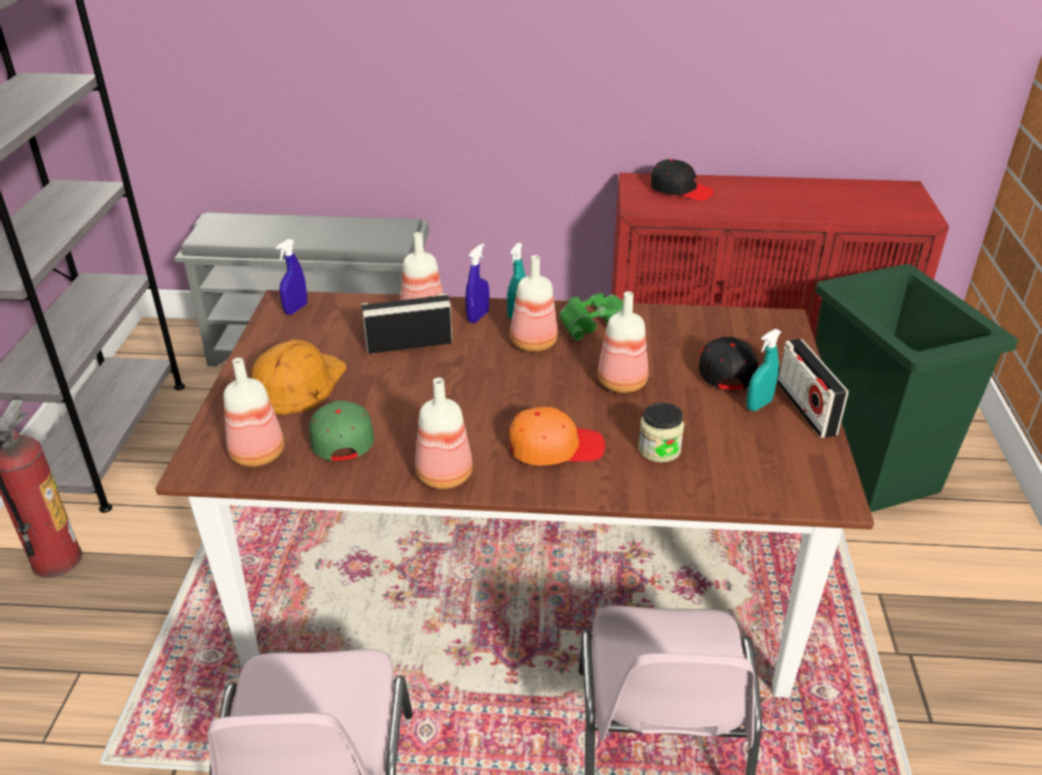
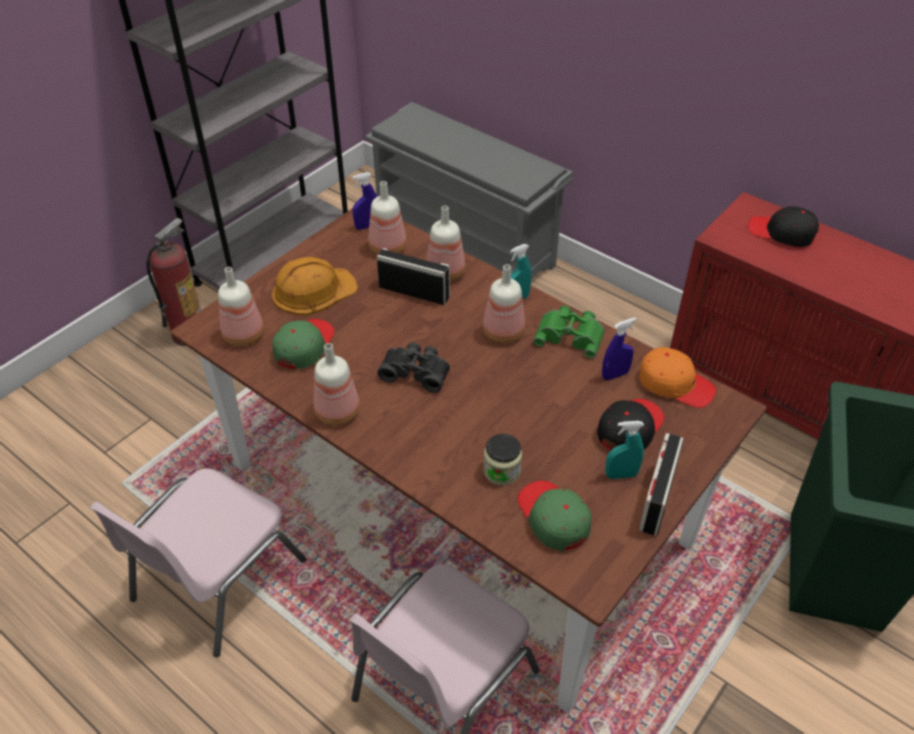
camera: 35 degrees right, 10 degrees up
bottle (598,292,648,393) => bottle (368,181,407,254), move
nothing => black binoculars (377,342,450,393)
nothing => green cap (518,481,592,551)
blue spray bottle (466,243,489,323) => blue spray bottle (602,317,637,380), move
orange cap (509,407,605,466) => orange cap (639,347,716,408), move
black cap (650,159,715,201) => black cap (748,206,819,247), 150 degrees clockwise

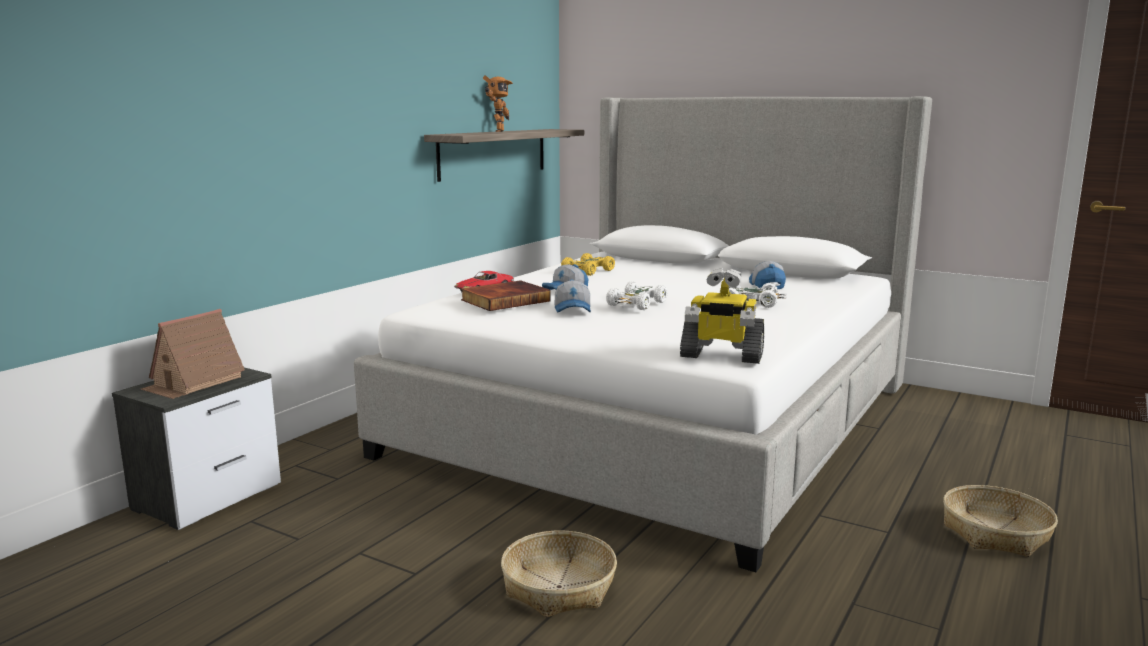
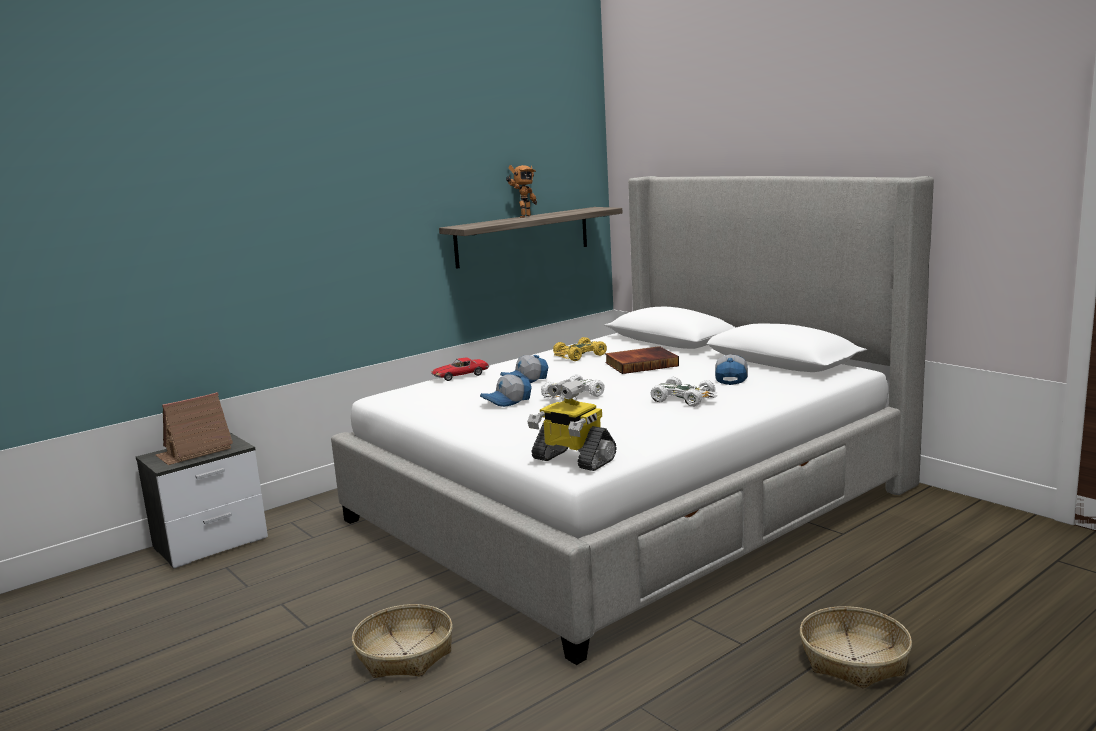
camera: 20 degrees right, 0 degrees up
cap (555,280,591,313) => cap (480,374,532,407), 45 degrees clockwise
book (461,280,551,311) => book (605,346,679,374), move

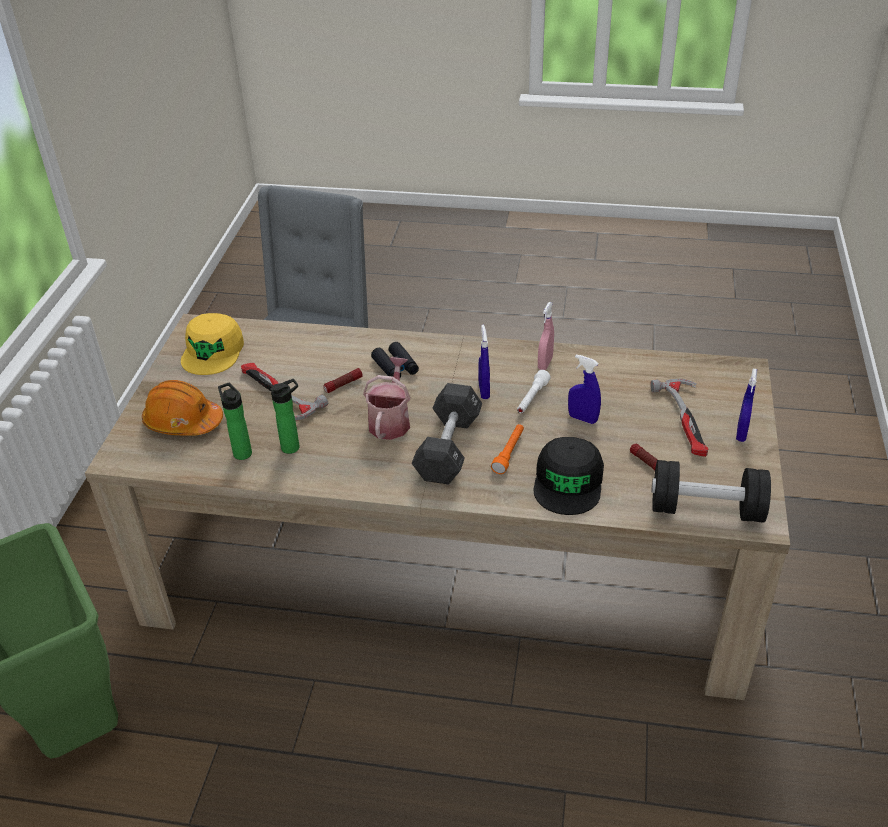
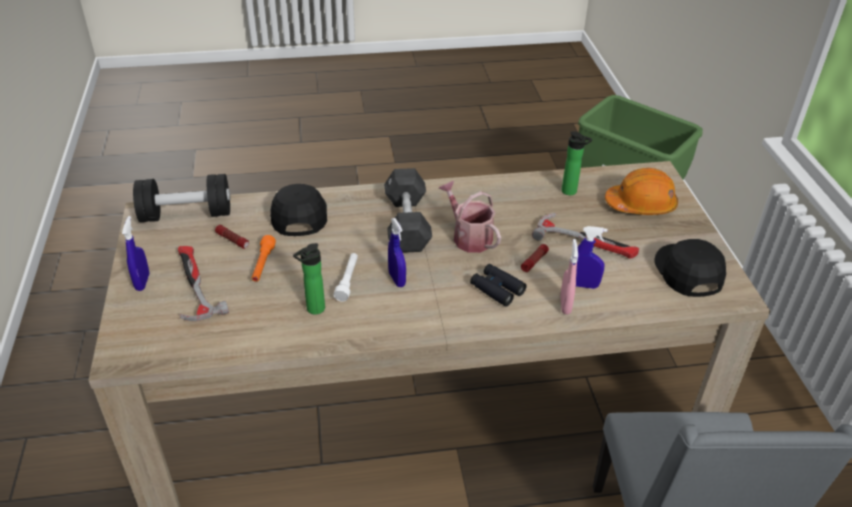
camera: 160 degrees right, 0 degrees up
orange flashlight (491,424,524,474) => orange flashlight (252,235,276,282), move
bottle (270,379,300,454) => bottle (293,243,325,315), move
watering can (363,357,411,440) => watering can (439,181,501,253), 150 degrees clockwise
pink spray bottle (538,302,554,370) => pink spray bottle (560,239,578,314), move
blue spray bottle (568,354,601,424) => blue spray bottle (576,226,608,289), move
yellow cap (181,313,244,375) => black cap (654,239,726,297)

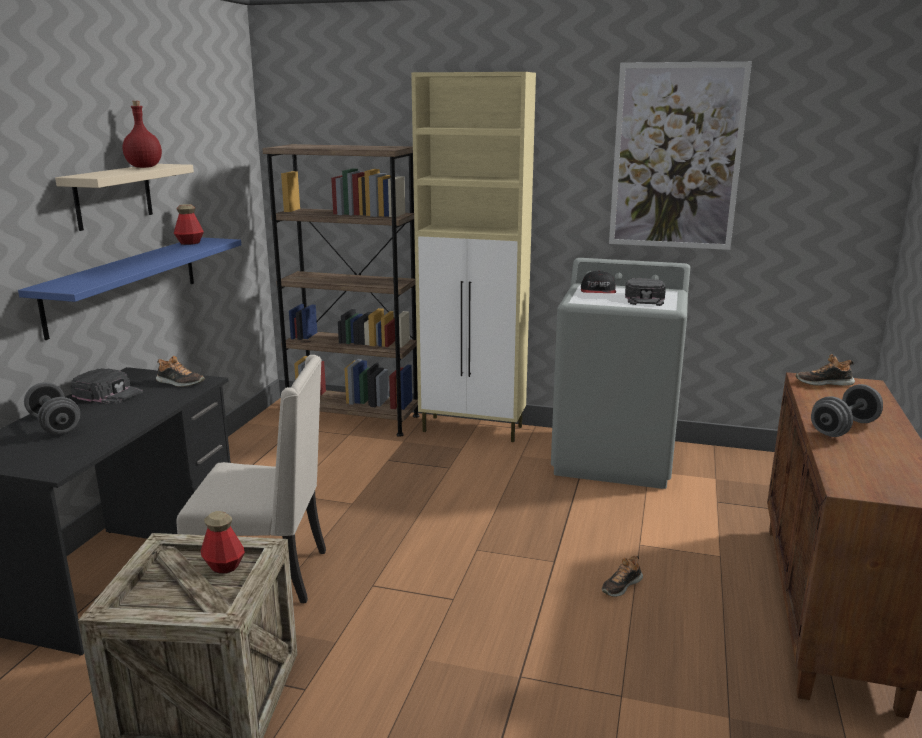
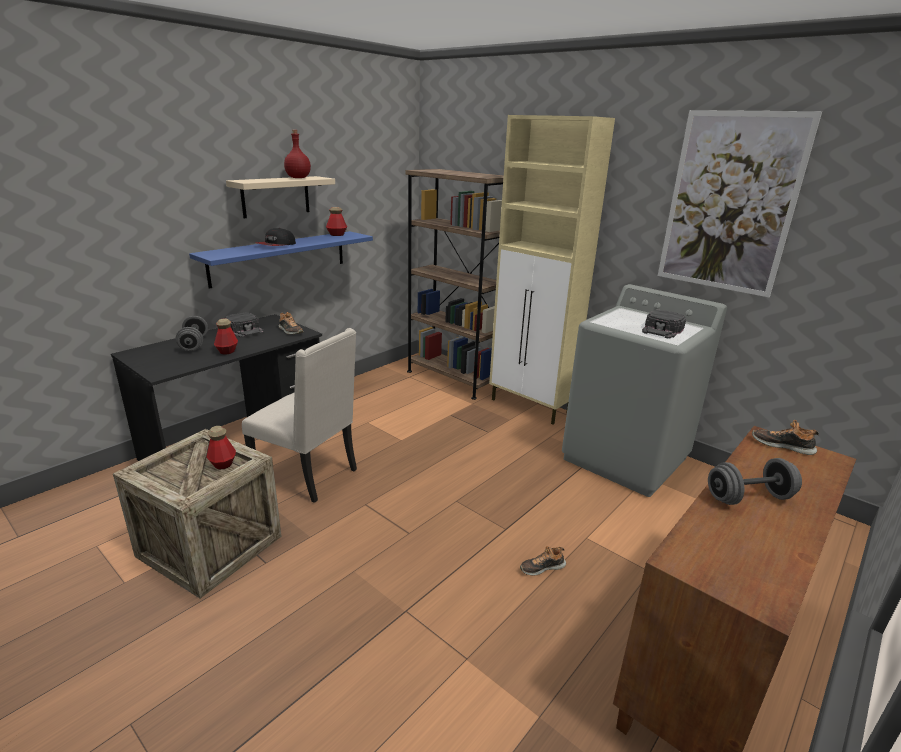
camera: 25 degrees right, 5 degrees up
nothing => bottle (214,318,238,355)
cap (581,271,616,293) => cap (255,228,296,246), move

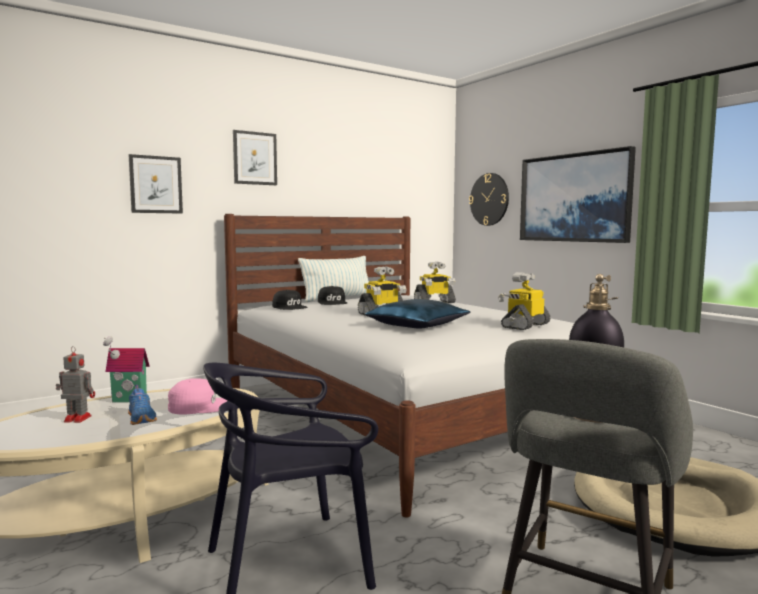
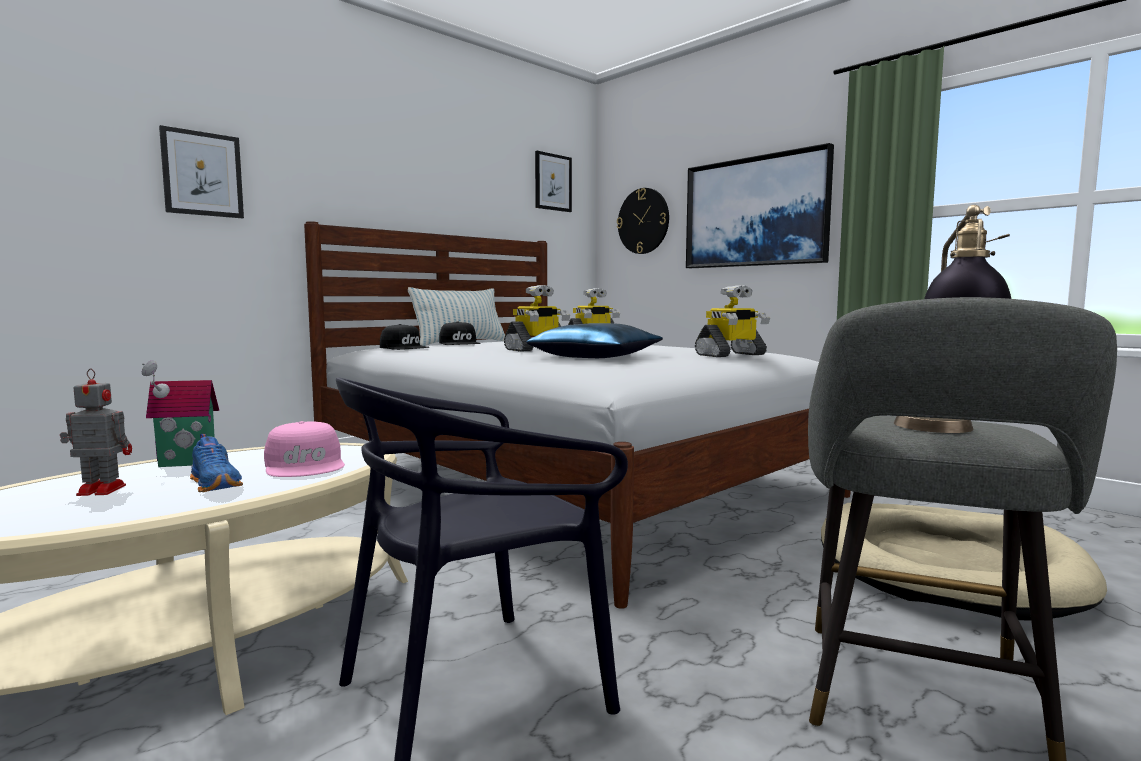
camera: 10 degrees left, 0 degrees up
pink cap (168,378,227,414) => pink cap (264,421,345,477), 90 degrees clockwise
picture (233,130,277,185) => picture (535,151,572,212), move
toy robot (498,272,551,330) => toy robot (695,285,770,357), 150 degrees counterclockwise

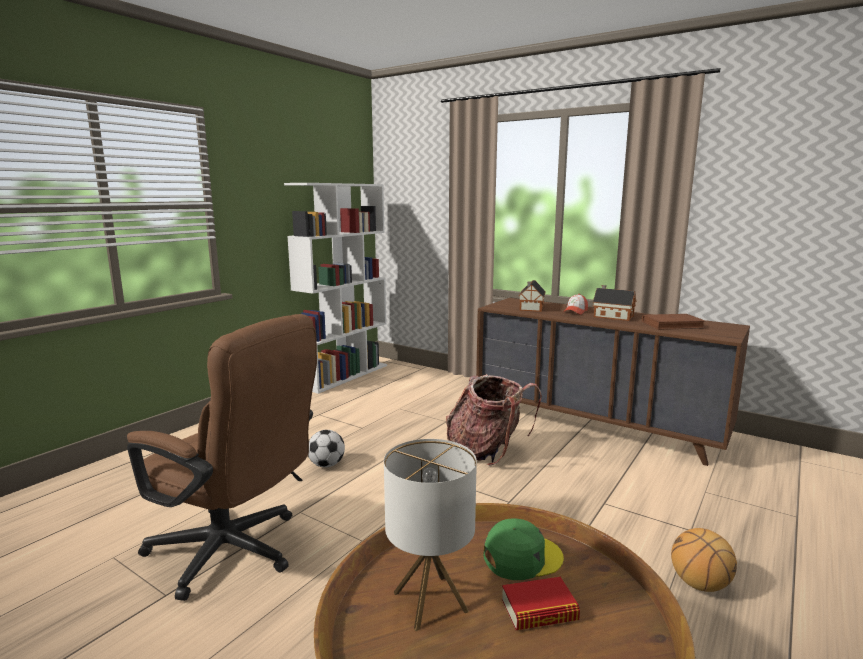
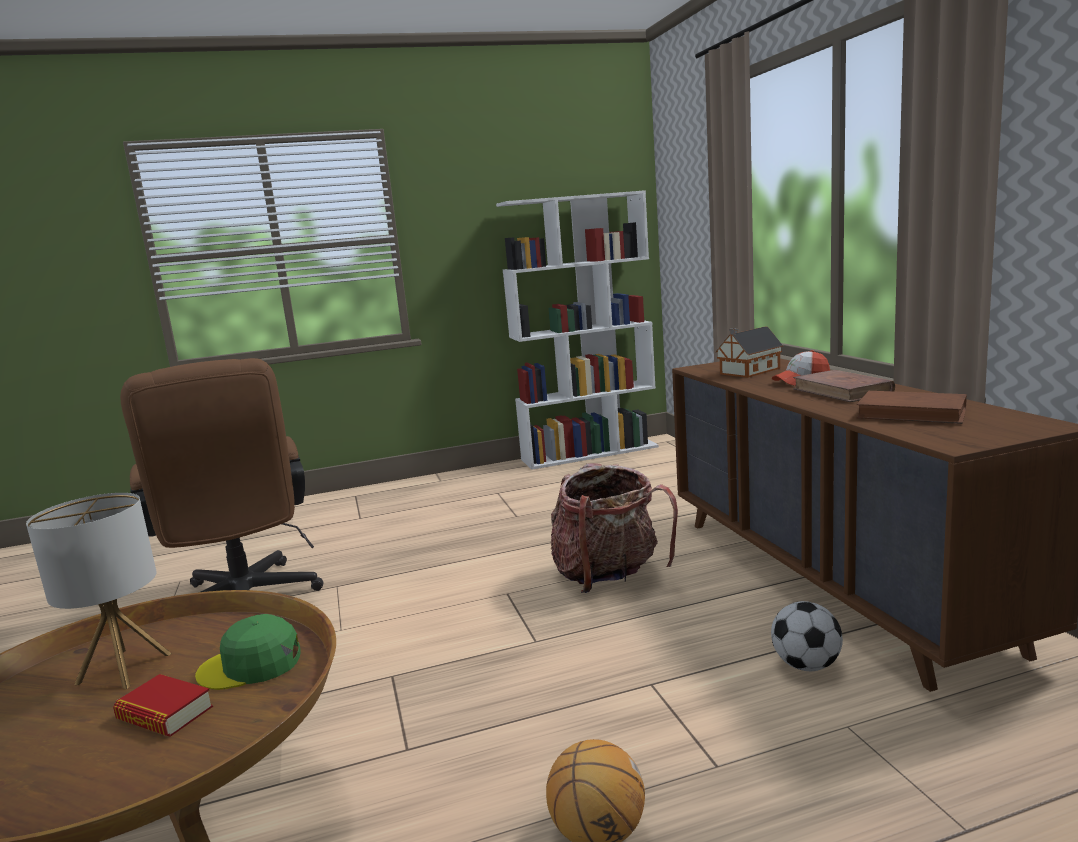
camera: 40 degrees right, 0 degrees up
green cap (483,519,564,580) => green cap (195,614,300,690), 150 degrees clockwise
football (308,430,345,467) => football (771,601,843,671), move
toy house (593,285,636,321) => brown book (793,370,895,402)

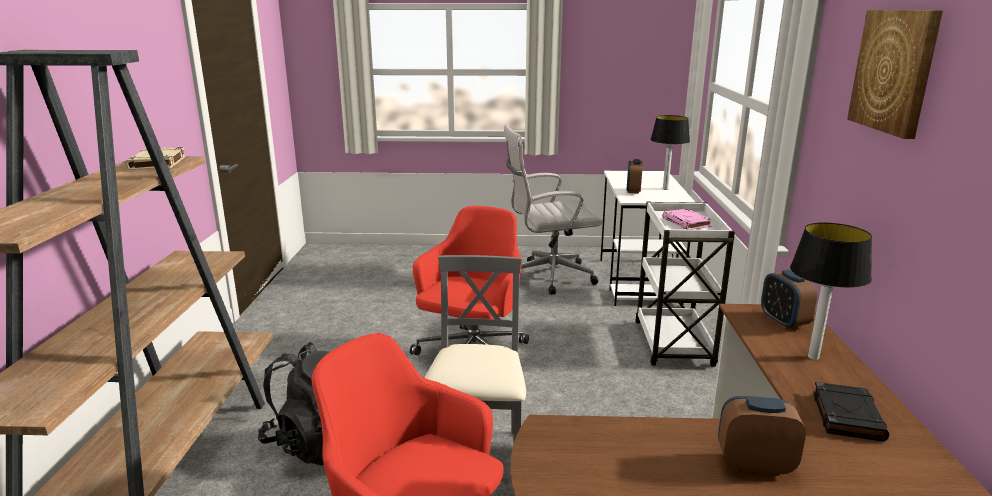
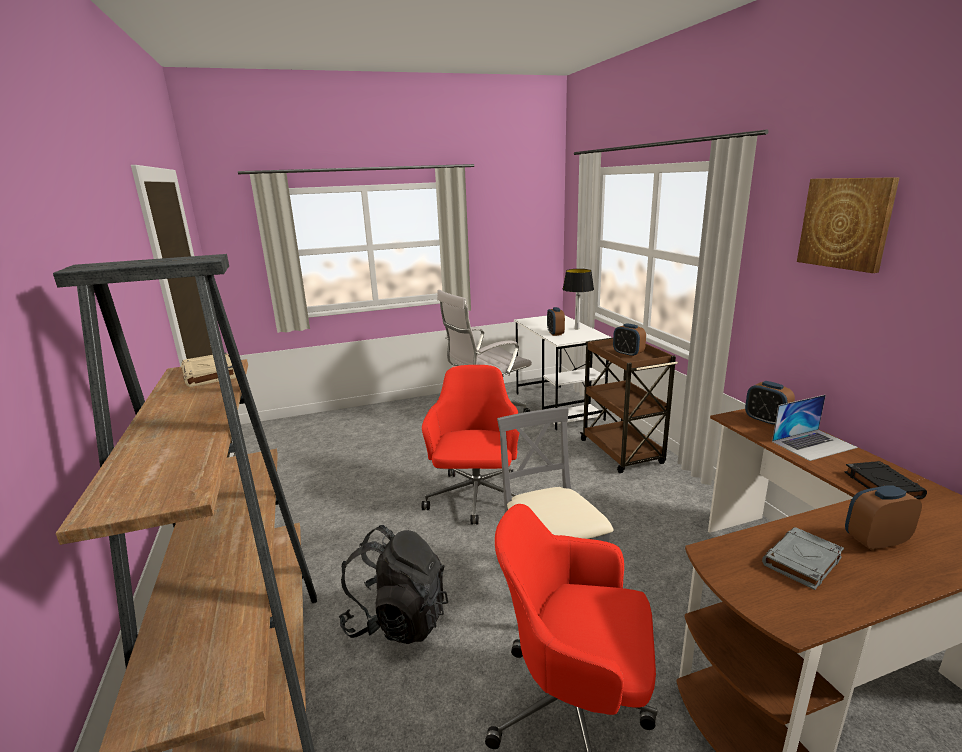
camera: 20 degrees left, 0 degrees up
white cart (635,202,735,367) => brown cart (580,338,678,473)
pink book (662,209,712,230) => alarm clock (613,323,646,357)
nothing => grey book (762,527,844,590)
table lamp (790,222,872,360) => laptop (772,395,858,461)

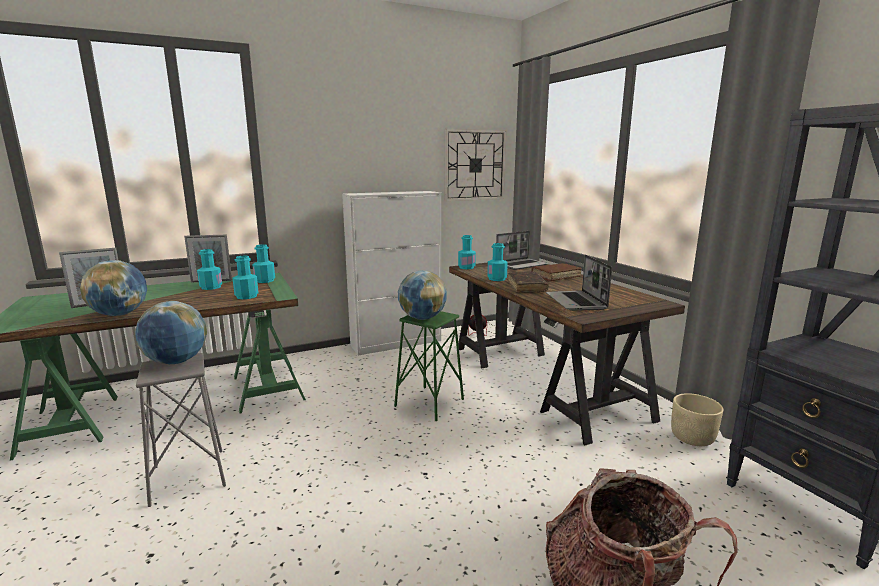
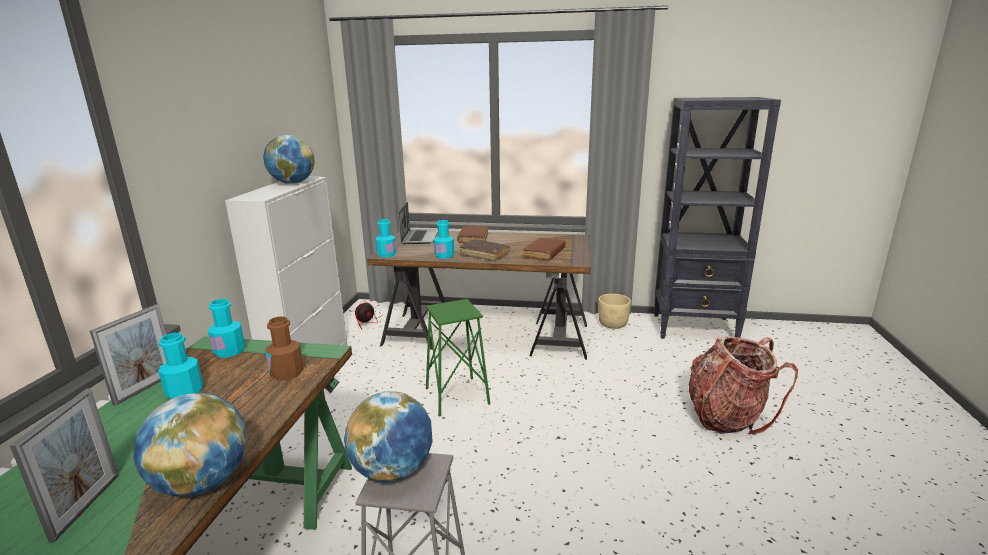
camera: 55 degrees left, 5 degrees up
globe (398,270,447,320) => globe (263,135,315,184), move
turquoise bottle (232,256,259,299) => brown bottle (265,316,303,380)
laptop (546,255,612,311) => brown book (523,238,566,260)
wall clock (445,129,506,201) => nothing

